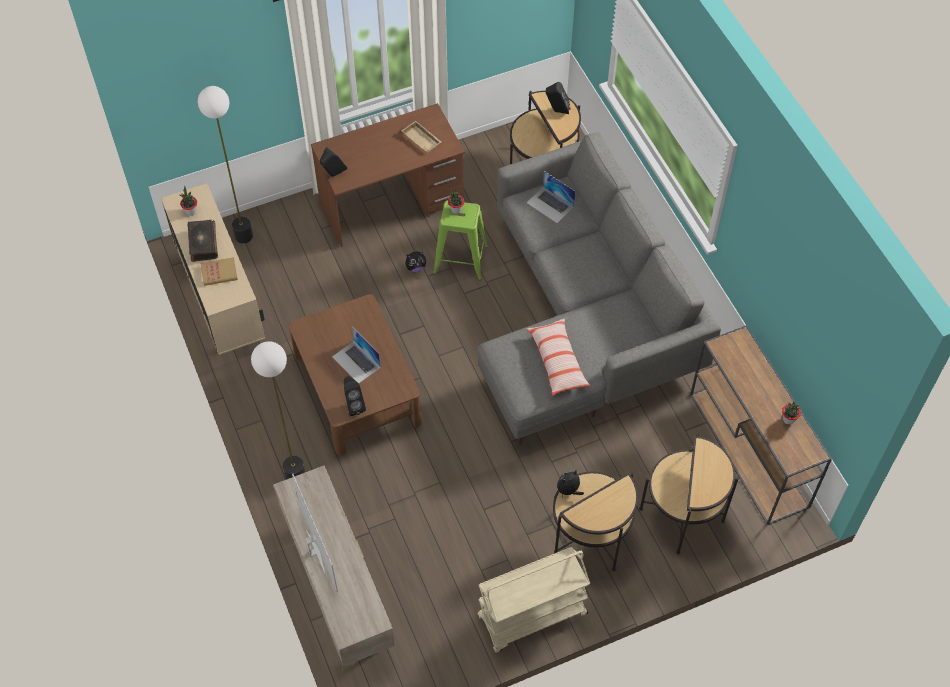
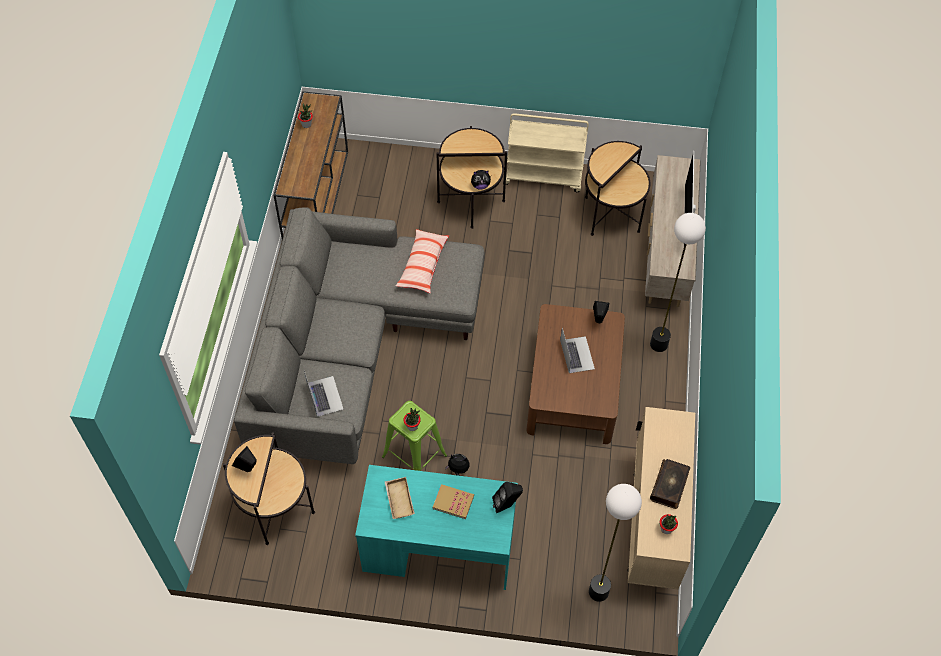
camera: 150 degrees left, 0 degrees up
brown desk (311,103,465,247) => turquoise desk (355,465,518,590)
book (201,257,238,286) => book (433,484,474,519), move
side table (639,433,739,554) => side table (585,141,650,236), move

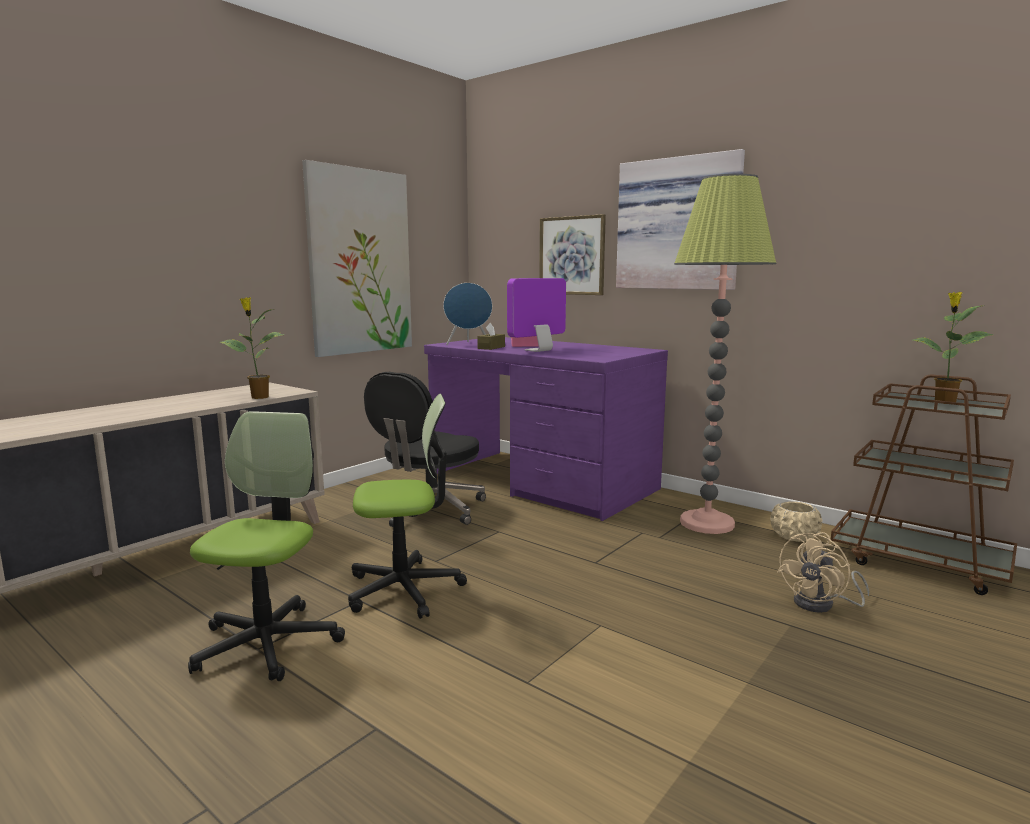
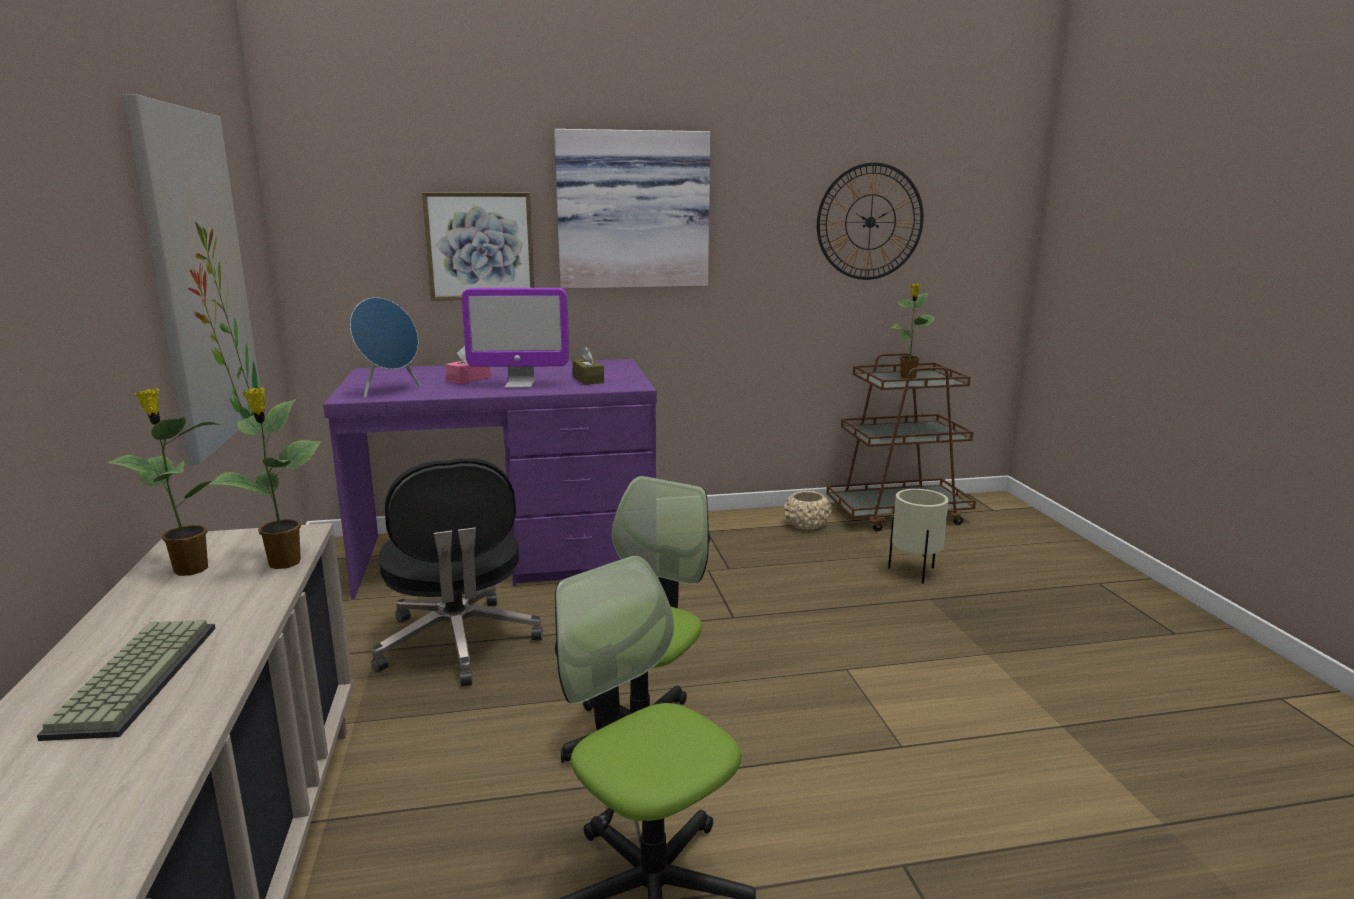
camera: 50 degrees left, 5 degrees up
nothing => keyboard (37,620,216,741)
nothing => potted plant (107,389,224,576)
monitor (507,278,566,352) => monitor (461,288,569,388), 90 degrees counterclockwise
brown tissue box (477,323,505,350) => brown tissue box (572,346,604,385), move
nothing => wall clock (817,162,924,280)
beige fan (777,532,870,613) => beige planter (888,489,949,584)
floor lamp (674,174,776,534) => nothing

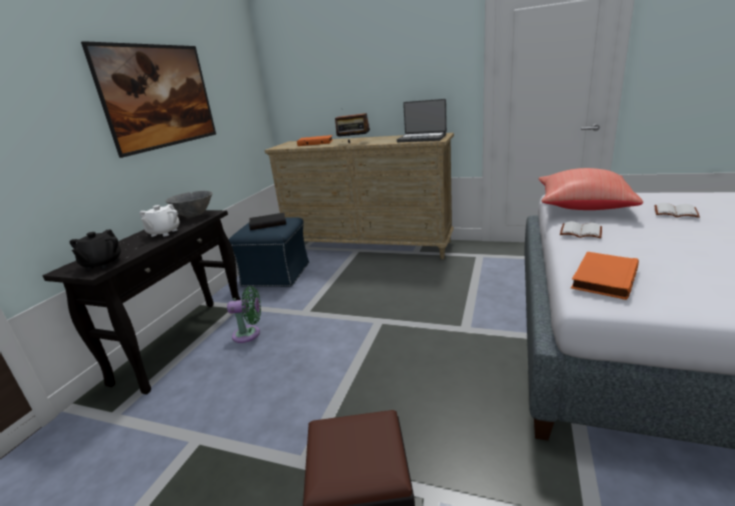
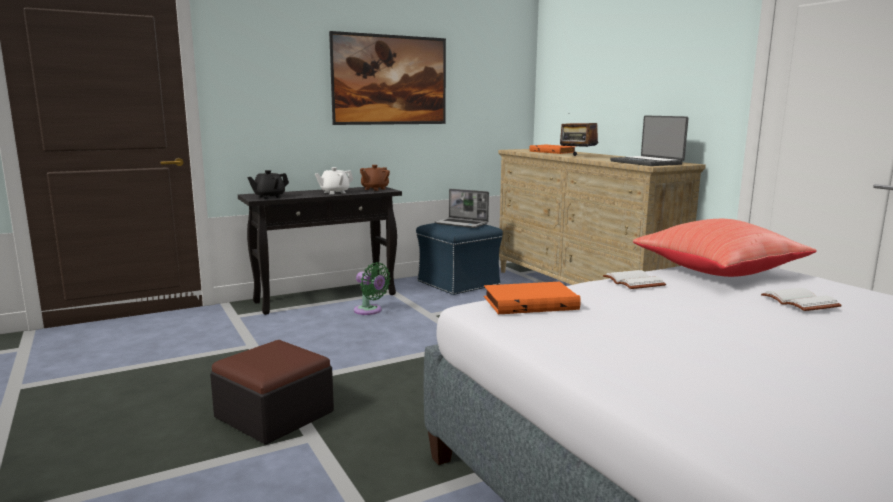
camera: 40 degrees right, 10 degrees down
grey bowl (166,191,212,217) => brown teapot (360,165,390,191)
black book (249,213,286,230) => laptop (434,189,489,228)

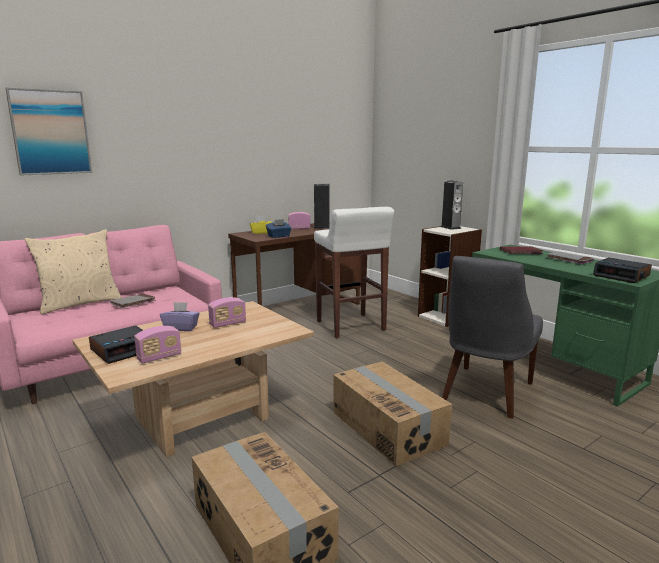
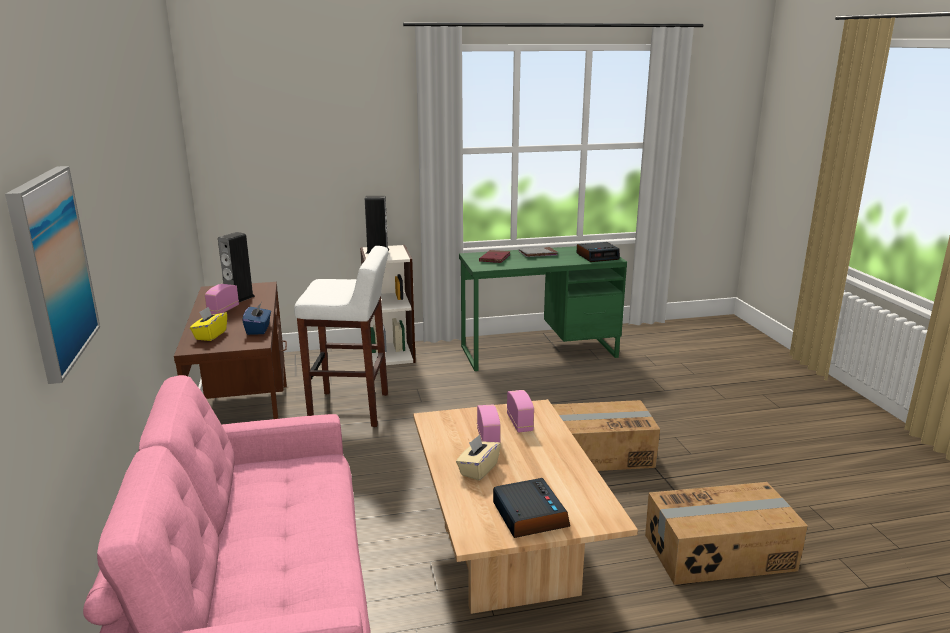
camera: 65 degrees left, 5 degrees up
purple tissue box (160,302,200,331) => beige tissue box (456,434,501,481)
radio (134,326,181,364) => radio (507,390,534,432), move
beige pillow (24,229,122,314) => nothing
grey book (110,293,156,308) => nothing
grey chair (442,256,543,419) => nothing

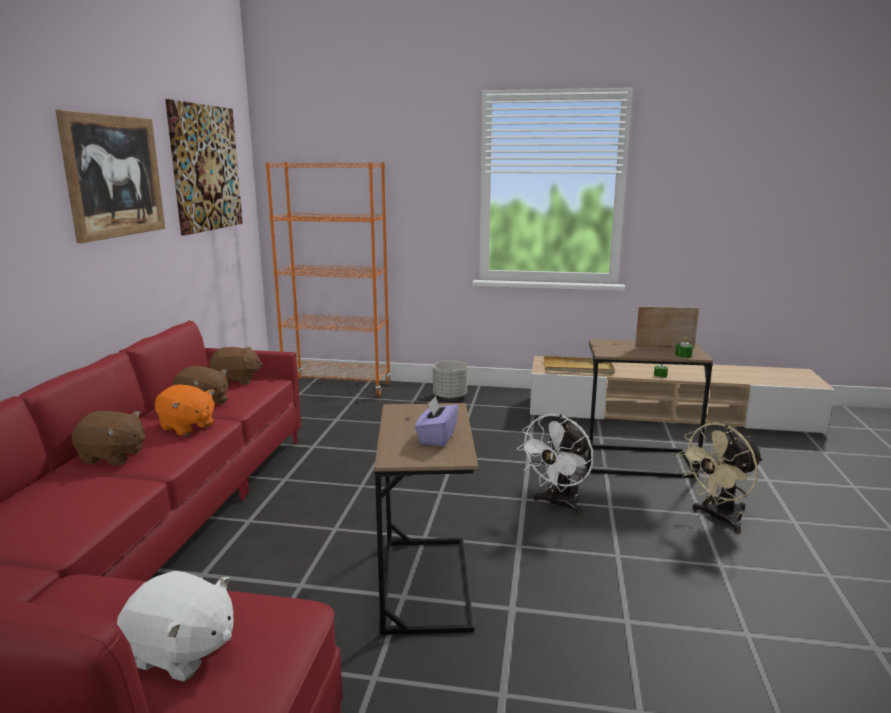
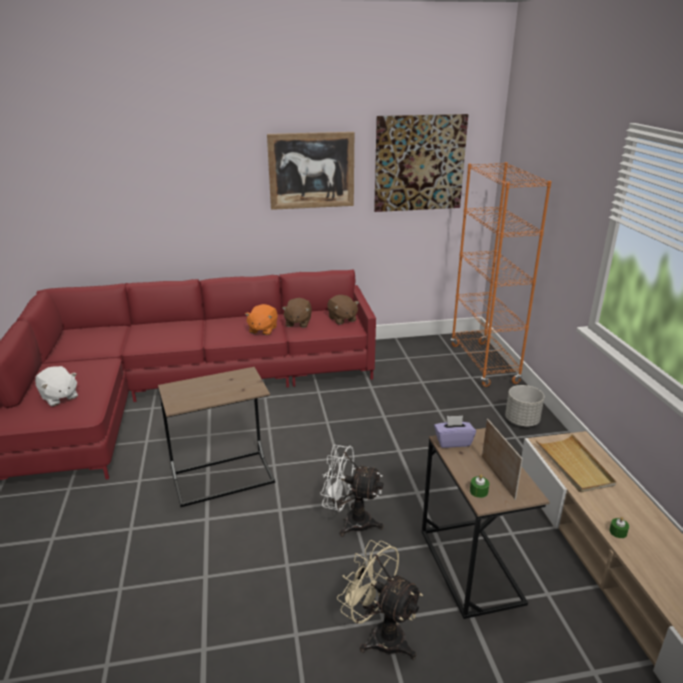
camera: 70 degrees right, 10 degrees up
white plush toy (117,571,234,682) => white plush toy (35,366,78,406), 45 degrees counterclockwise
purple tissue box (415,396,458,446) => purple tissue box (434,415,476,448), move
brown plush toy (72,411,145,465) => nothing

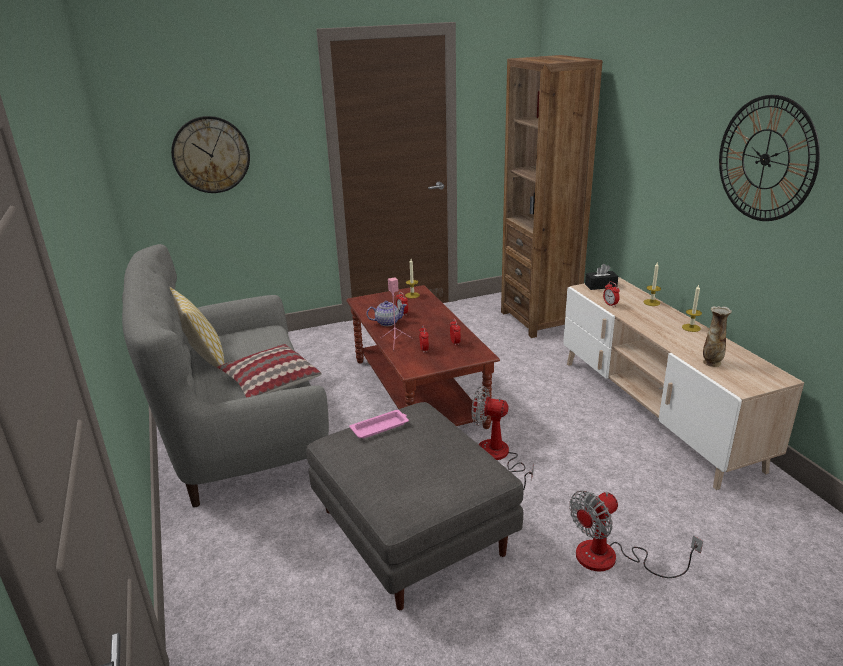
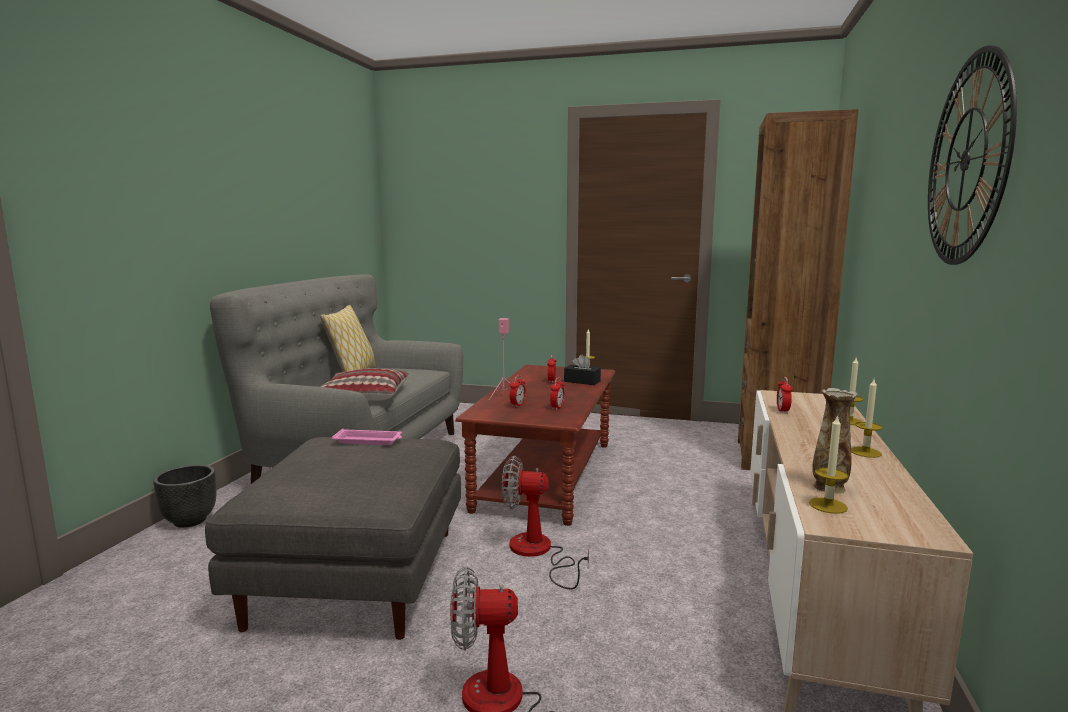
camera: 35 degrees right, 15 degrees down
nothing => black planter (153,465,217,528)
fan (472,386,534,490) => fan (502,456,589,589), 45 degrees counterclockwise
black tissue box (585,264,618,290) => black tissue box (564,354,601,385), move
nothing => candle (809,415,848,514)
wall clock (171,116,250,193) => nothing
teapot (366,301,407,326) => nothing

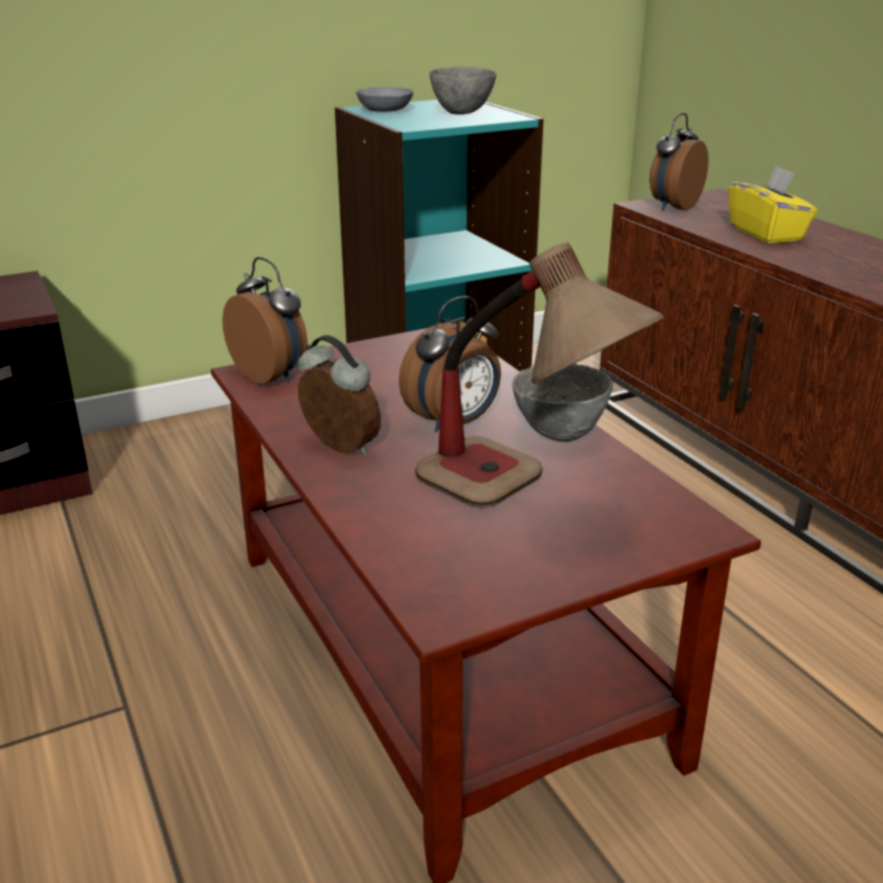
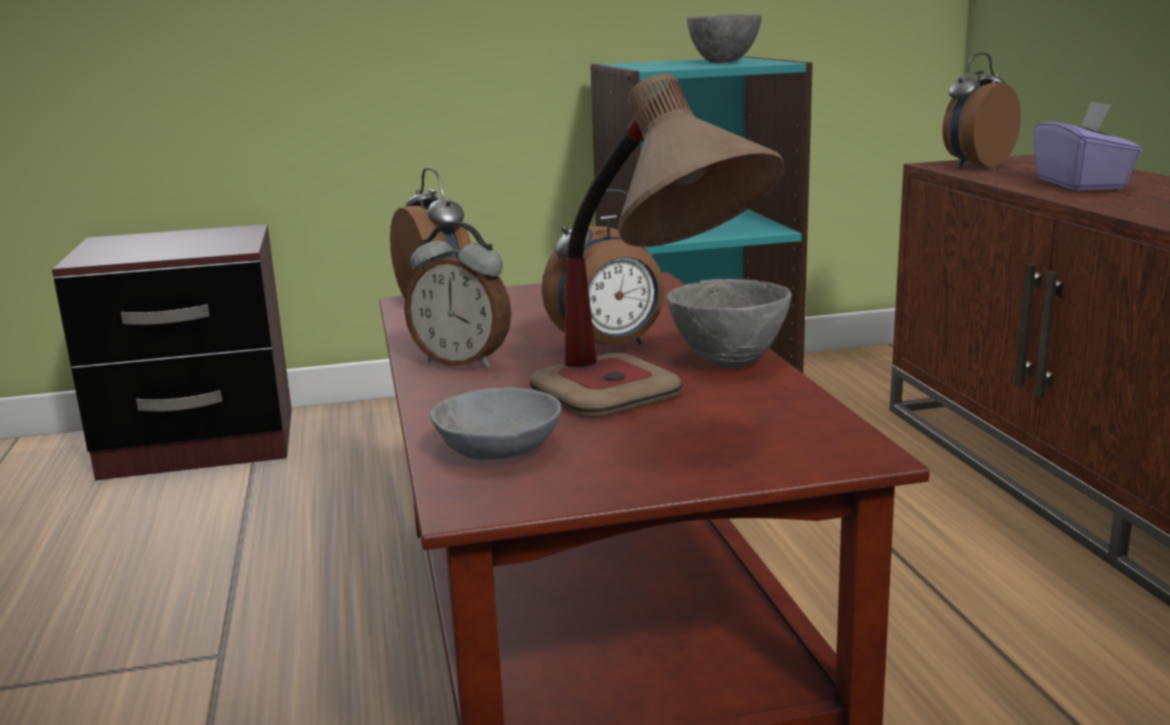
camera: 15 degrees right, 10 degrees down
alarm clock (298,335,381,456) => alarm clock (404,221,512,368), 150 degrees clockwise
grey bowl (356,87,413,112) => grey bowl (430,388,561,460), move
yellow tissue box (729,166,818,243) => purple tissue box (1033,101,1142,191)

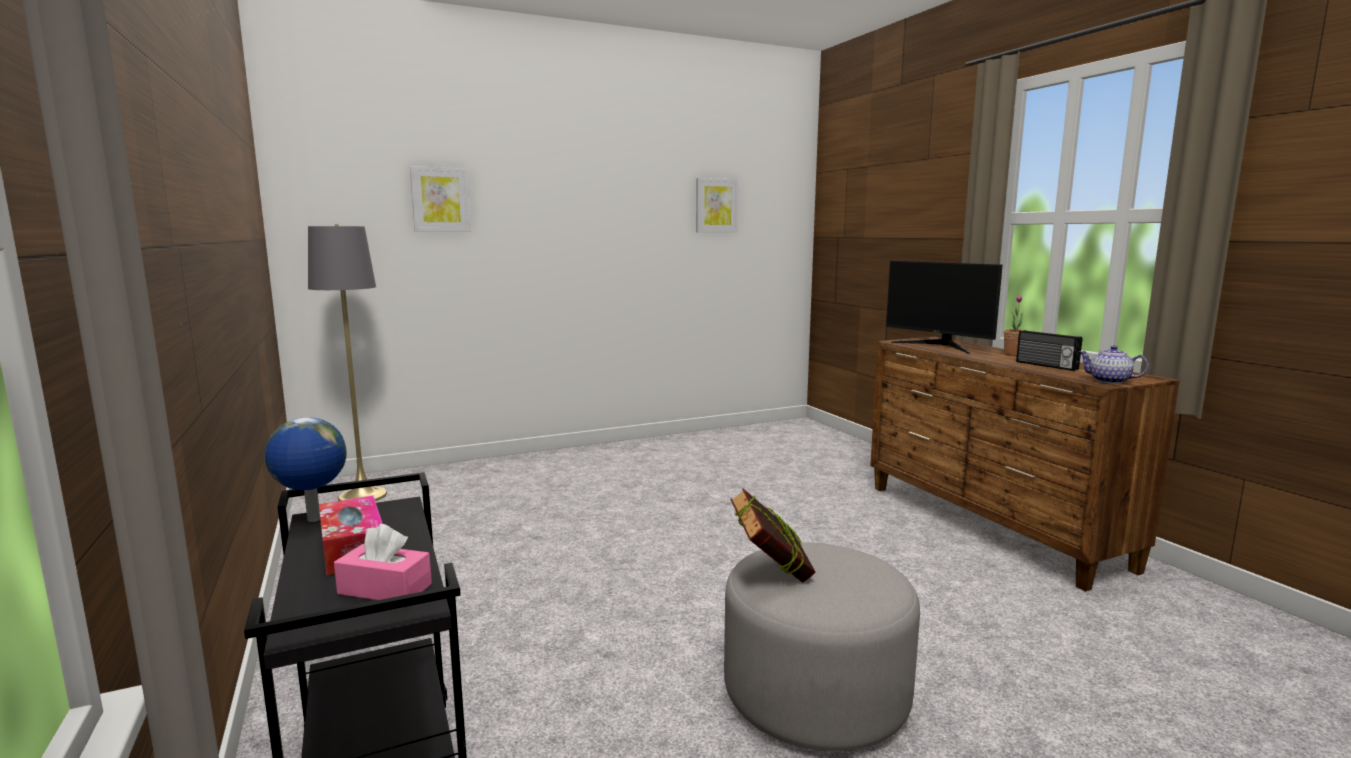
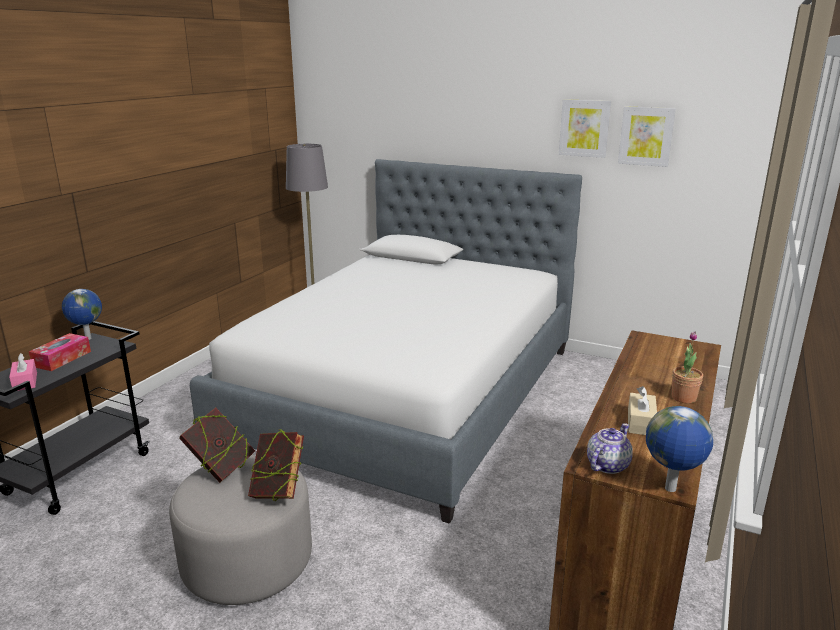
camera: 50 degrees right, 10 degrees up
nothing => bed (190,159,582,524)
nothing => book (248,430,304,501)
picture (410,166,471,231) => picture (559,99,611,158), move
teapot (1079,345,1149,384) => teapot (587,423,633,474), 45 degrees clockwise
radio (1016,330,1082,371) => beige tissue box (628,386,657,435)
nothing => globe (646,406,713,492)
monitor (886,261,1003,354) => nothing

